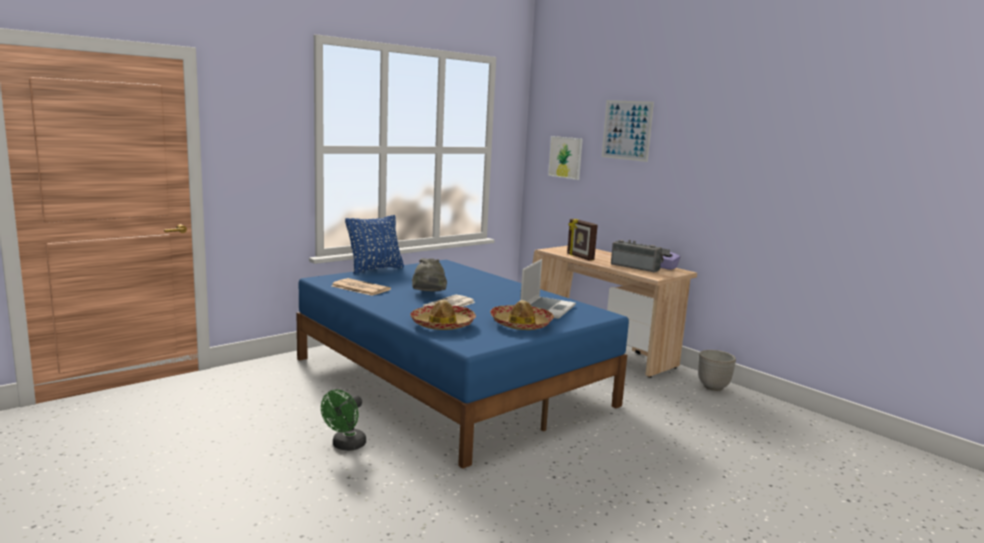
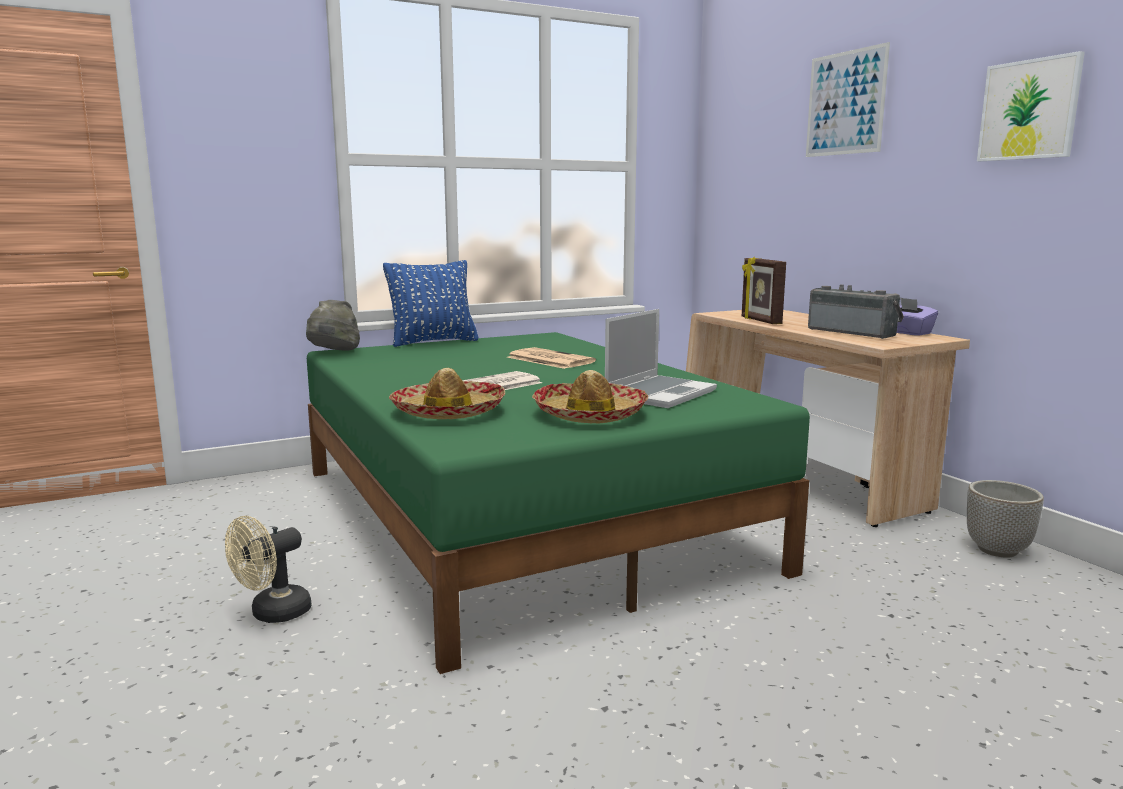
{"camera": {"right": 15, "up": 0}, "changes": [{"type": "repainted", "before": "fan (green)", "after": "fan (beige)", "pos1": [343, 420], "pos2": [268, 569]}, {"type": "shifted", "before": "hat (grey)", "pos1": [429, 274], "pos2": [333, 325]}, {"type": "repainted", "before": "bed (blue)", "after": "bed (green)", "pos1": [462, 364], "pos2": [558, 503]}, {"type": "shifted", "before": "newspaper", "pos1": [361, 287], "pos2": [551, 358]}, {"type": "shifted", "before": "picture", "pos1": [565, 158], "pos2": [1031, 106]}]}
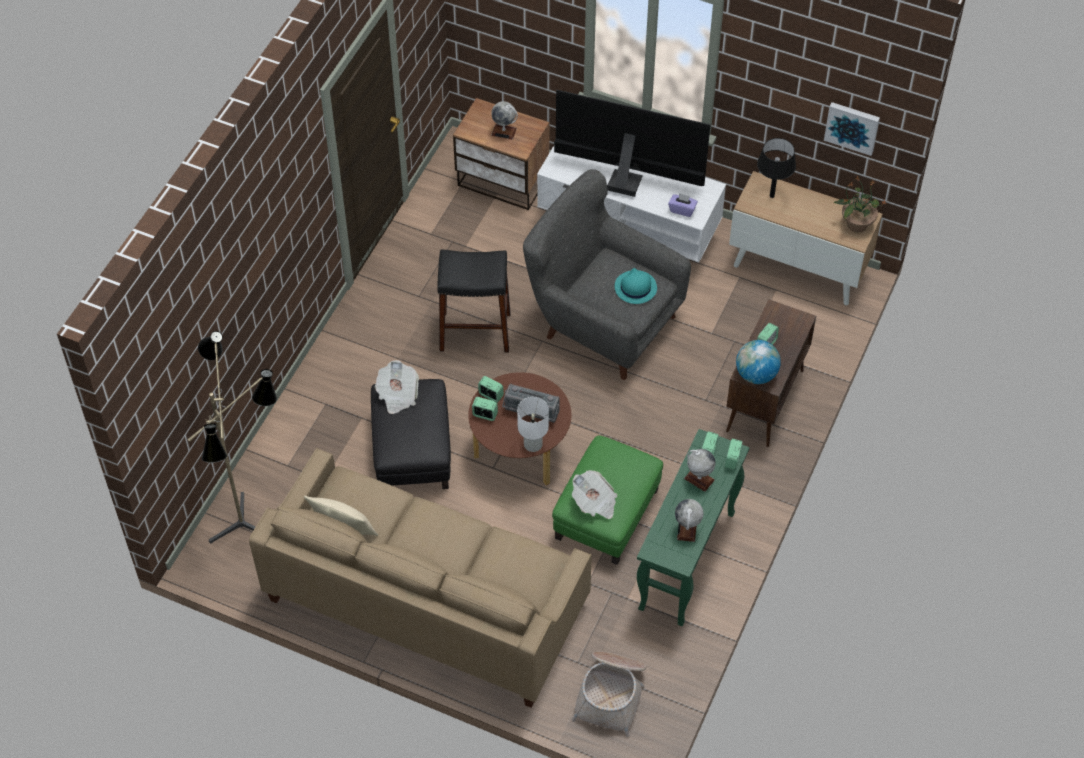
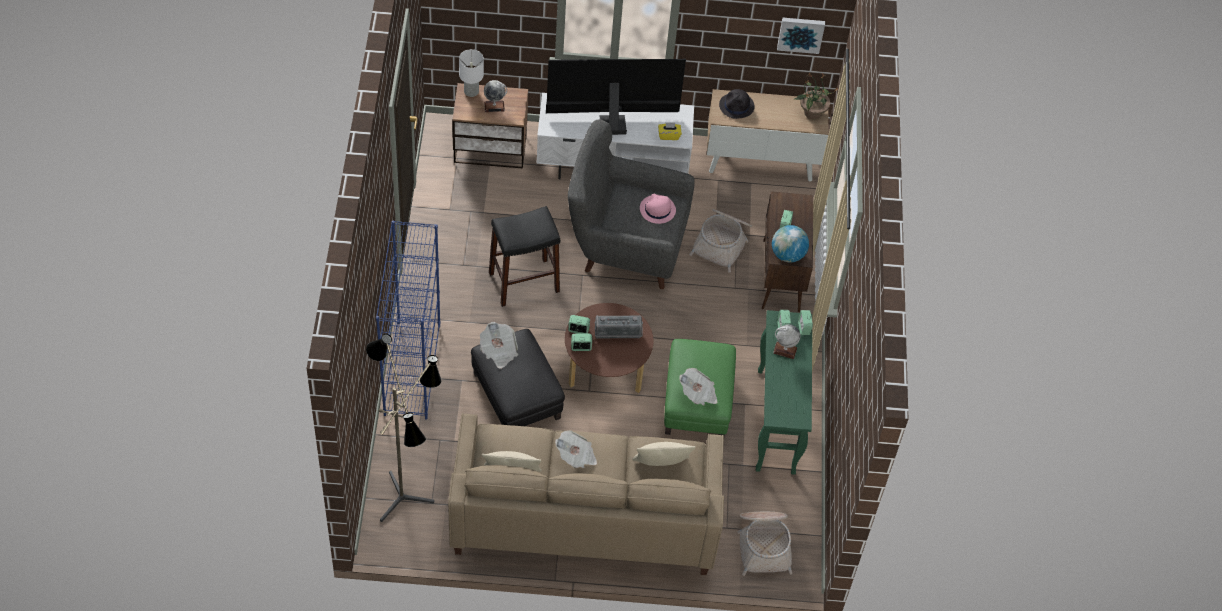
{"camera": {"right": -25, "up": 0}, "changes": [{"type": "new", "after": "bookcase (blue)", "pos2": [408, 320]}, {"type": "shifted", "before": "table lamp (white)", "pos1": [533, 424], "pos2": [471, 73]}, {"type": "new", "after": "newspaper", "pos2": [576, 449]}, {"type": "new", "after": "pillow (beige)", "pos2": [664, 454]}, {"type": "repainted", "before": "hat (turquoise)", "after": "hat (pink)", "pos1": [636, 286], "pos2": [658, 209]}, {"type": "repainted", "before": "tissue box (purple)", "after": "tissue box (yellow)", "pos1": [683, 205], "pos2": [670, 131]}, {"type": "new", "after": "basket", "pos2": [720, 240]}, {"type": "swapped", "before": "table lamp (black)", "after": "hat (black)", "pos1": [776, 168], "pos2": [737, 104]}, {"type": "gone", "before": "globe", "pos1": [689, 520]}]}
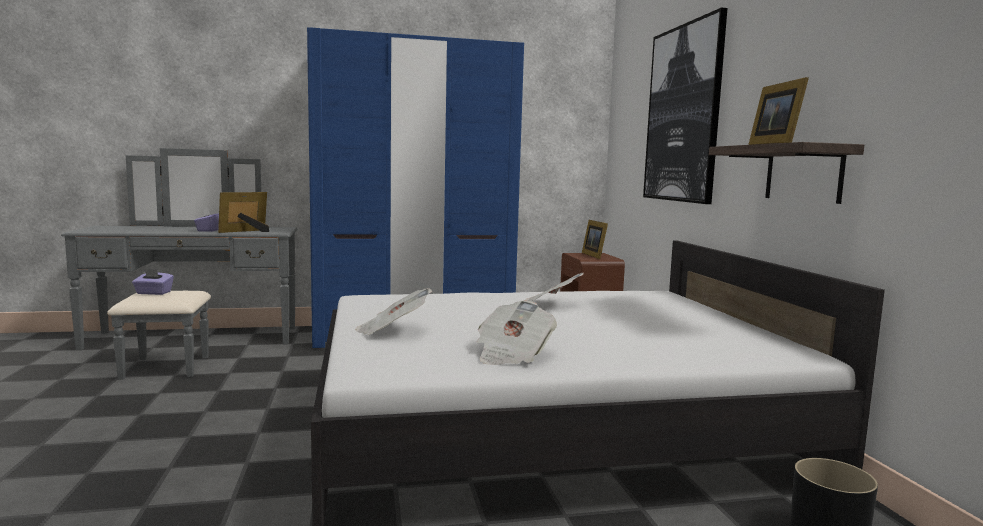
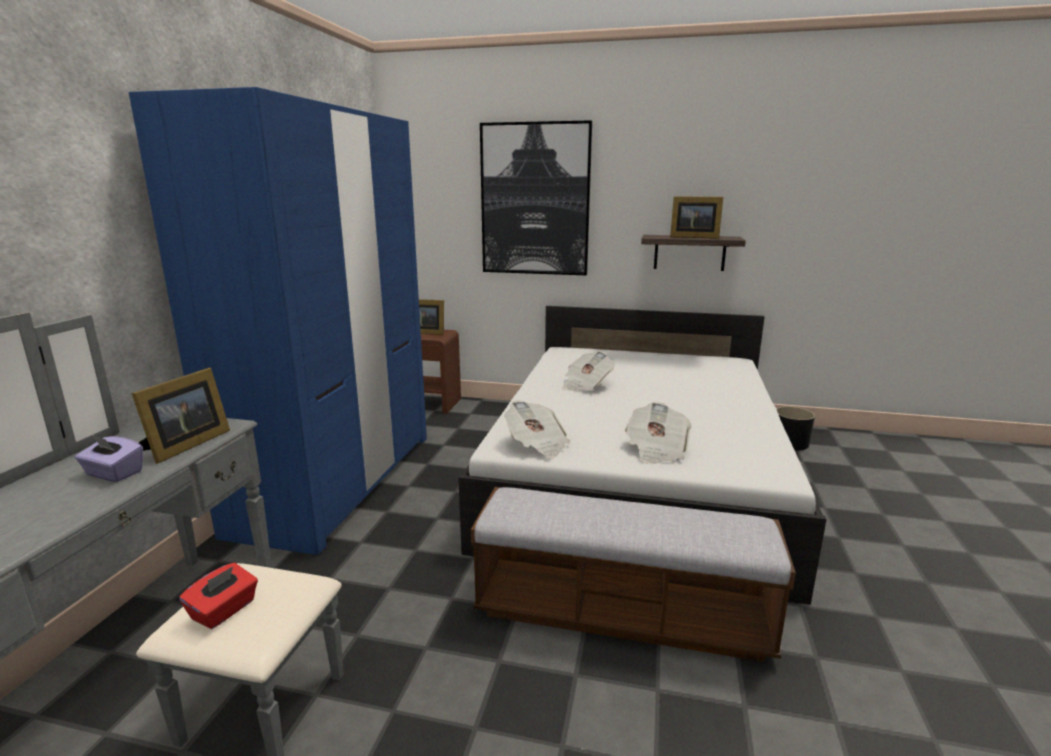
{"camera": {"right": -65, "up": 10}, "changes": [{"type": "rotated", "before": "picture frame", "pos1": [243, 212], "pos2": [180, 416], "turn": -135}, {"type": "repainted", "before": "tissue box (purple)", "after": "tissue box (red)", "pos1": [153, 282], "pos2": [218, 595]}, {"type": "new", "after": "bench", "pos2": [633, 574]}, {"type": "shifted", "before": "newspaper", "pos1": [517, 332], "pos2": [537, 429]}]}
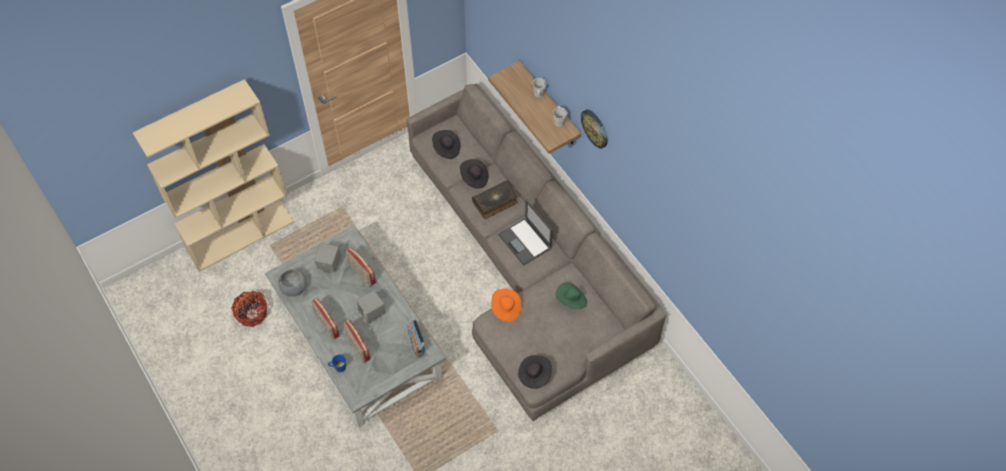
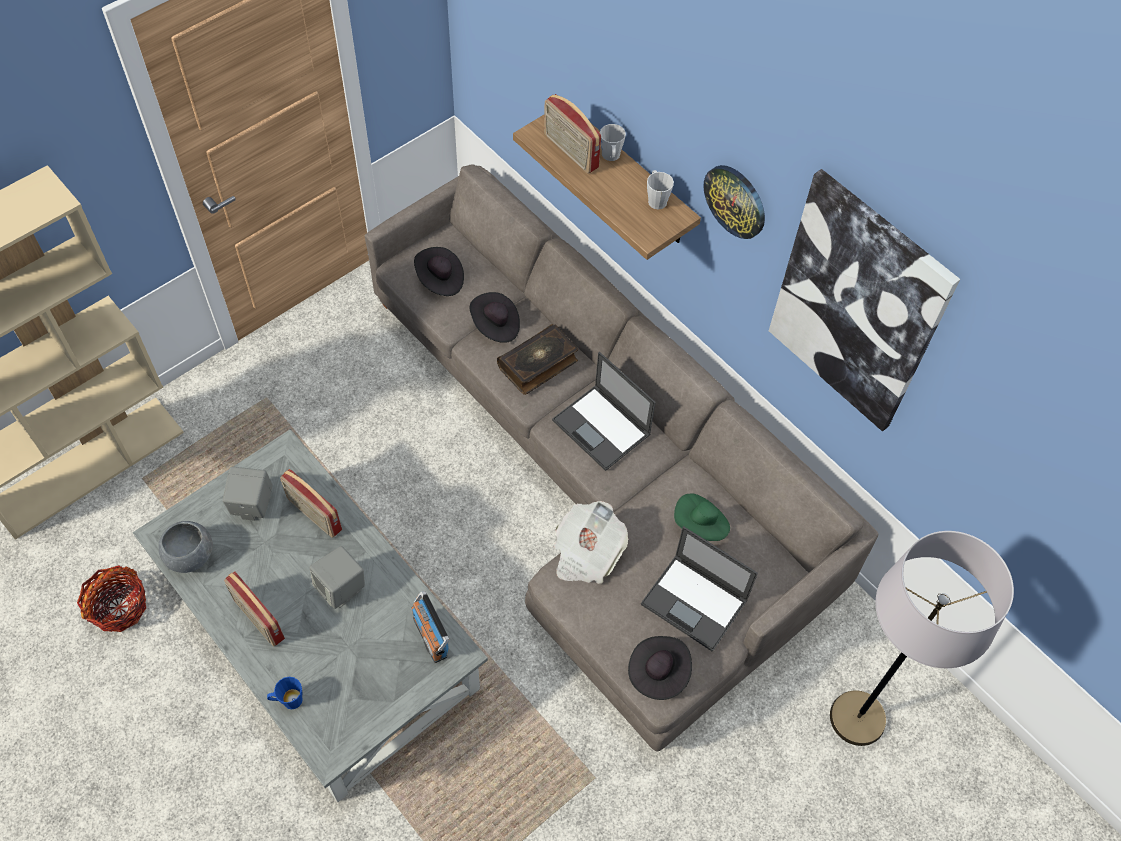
{"camera": {"right": -10, "up": 0}, "changes": [{"type": "shifted", "before": "radio", "pos1": [357, 340], "pos2": [572, 133]}, {"type": "swapped", "before": "hat (orange)", "after": "newspaper", "pos1": [506, 305], "pos2": [591, 542]}, {"type": "new", "after": "laptop", "pos2": [699, 588]}, {"type": "new", "after": "picture", "pos2": [864, 300]}, {"type": "new", "after": "floor lamp (grey)", "pos2": [922, 638]}]}
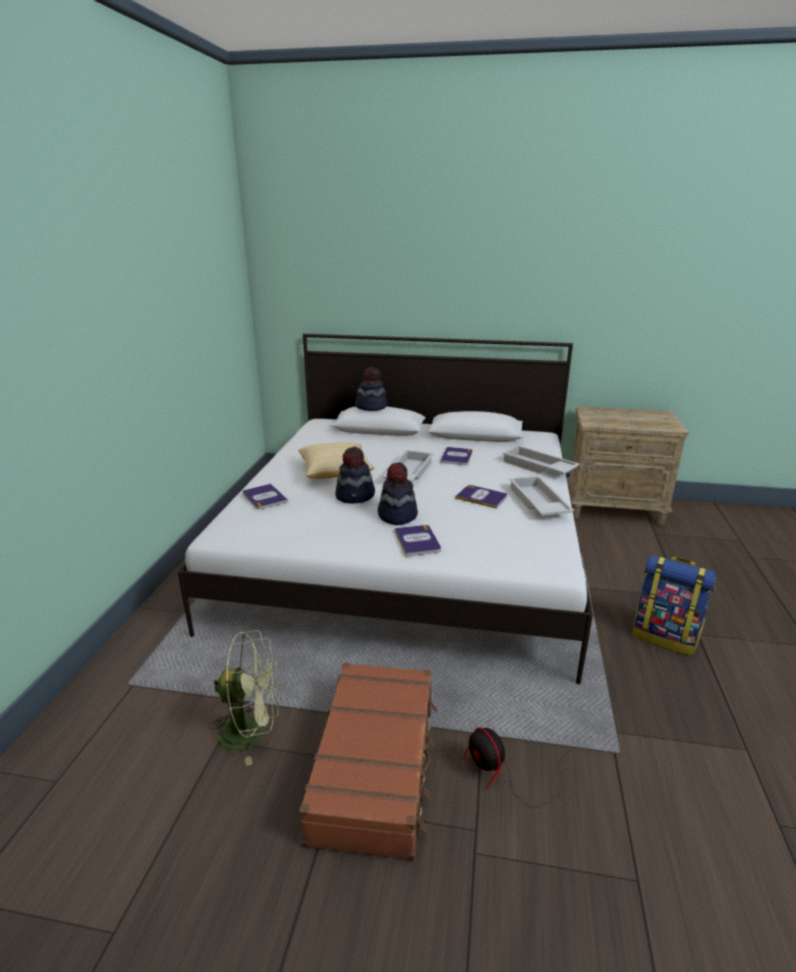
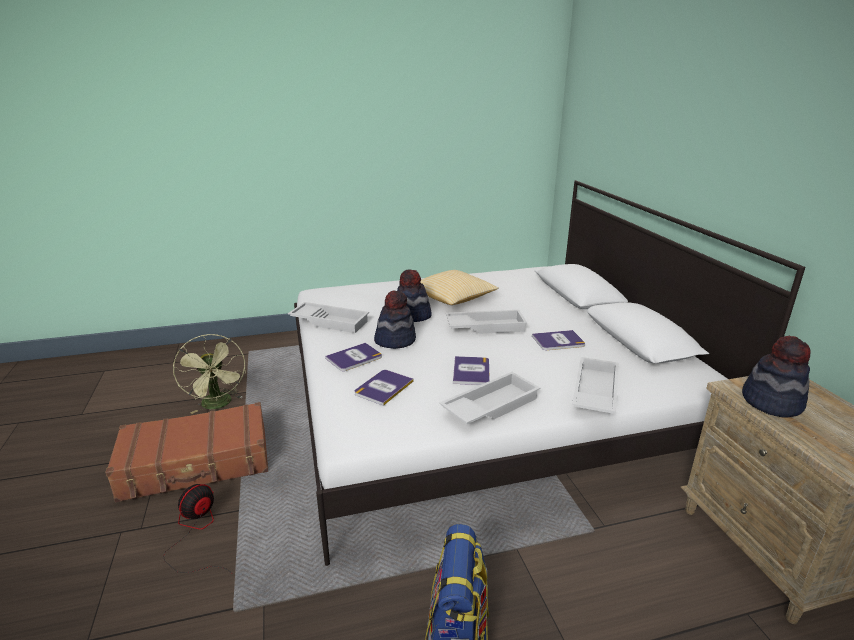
{"camera": {"right": 65, "up": 0}, "changes": [{"type": "new", "after": "tray (white)", "pos2": [328, 317]}, {"type": "shifted", "before": "book", "pos1": [265, 496], "pos2": [384, 388]}, {"type": "shifted", "before": "hat", "pos1": [371, 389], "pos2": [776, 376]}]}
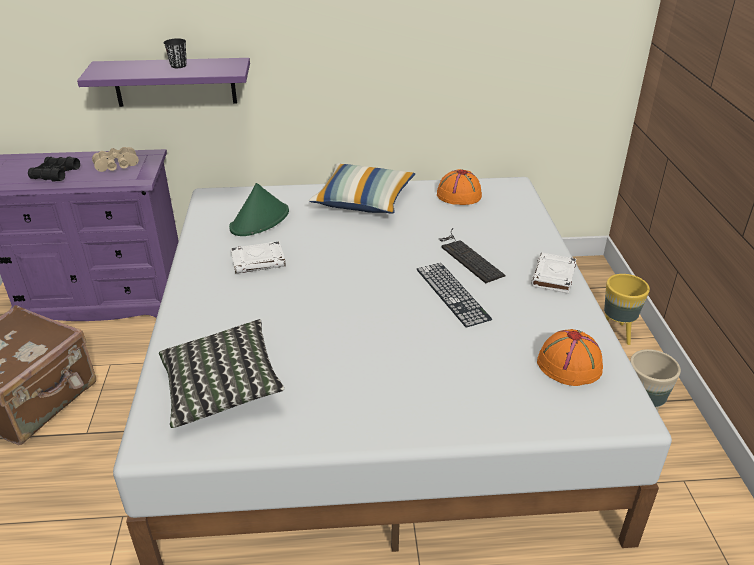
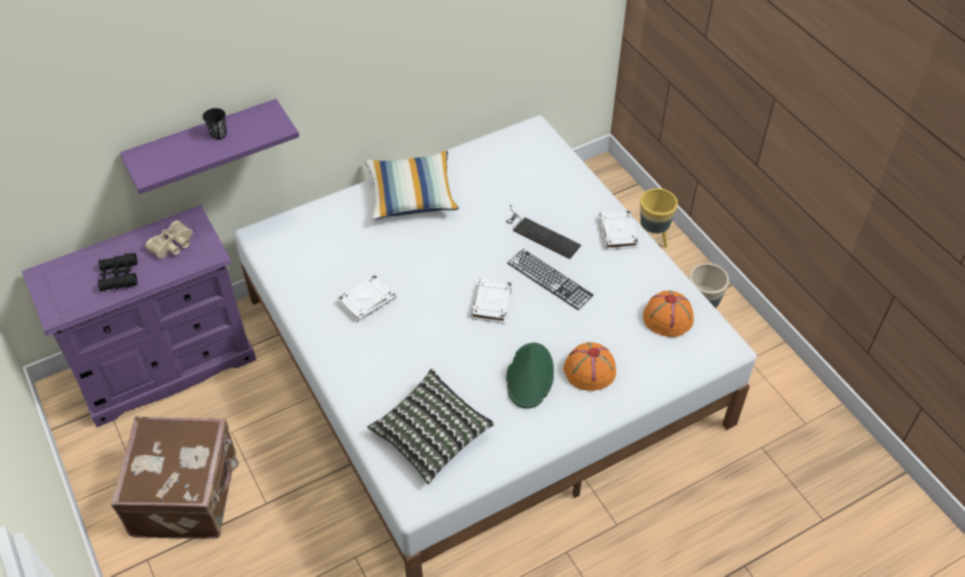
{"camera": {"right": -25, "up": 15}, "changes": [{"type": "new", "after": "book (white)", "pos2": [491, 301]}, {"type": "shifted", "before": "hat (green)", "pos1": [259, 209], "pos2": [530, 375]}, {"type": "shifted", "before": "hat (orange)", "pos1": [459, 187], "pos2": [589, 366]}]}
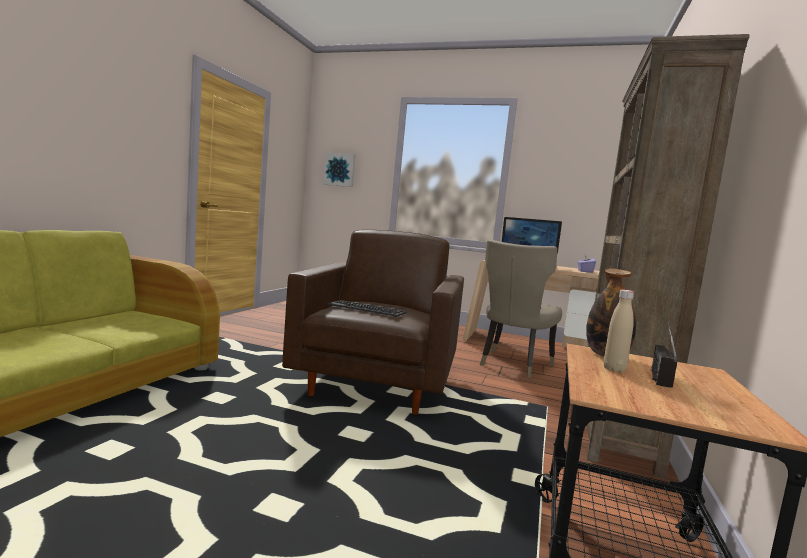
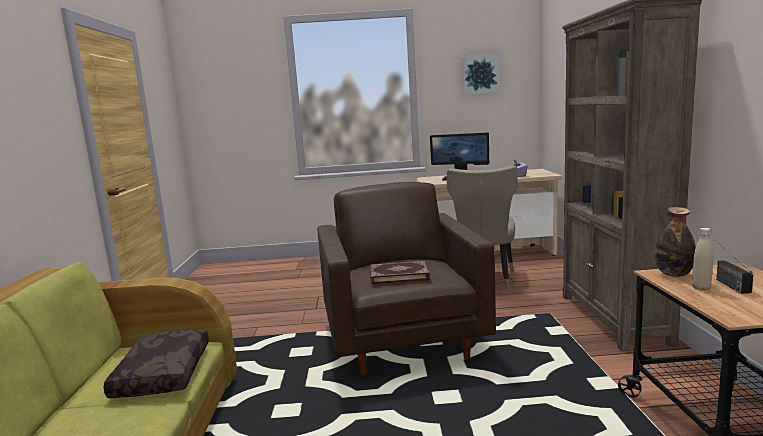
{"camera": {"right": -20, "up": 5}, "changes": [{"type": "new", "after": "pillow (brown)", "pos2": [156, 363]}, {"type": "swapped", "before": "keyboard", "after": "book", "pos1": [367, 308], "pos2": [400, 272]}, {"type": "shifted", "before": "picture", "pos1": [339, 170], "pos2": [481, 74]}]}
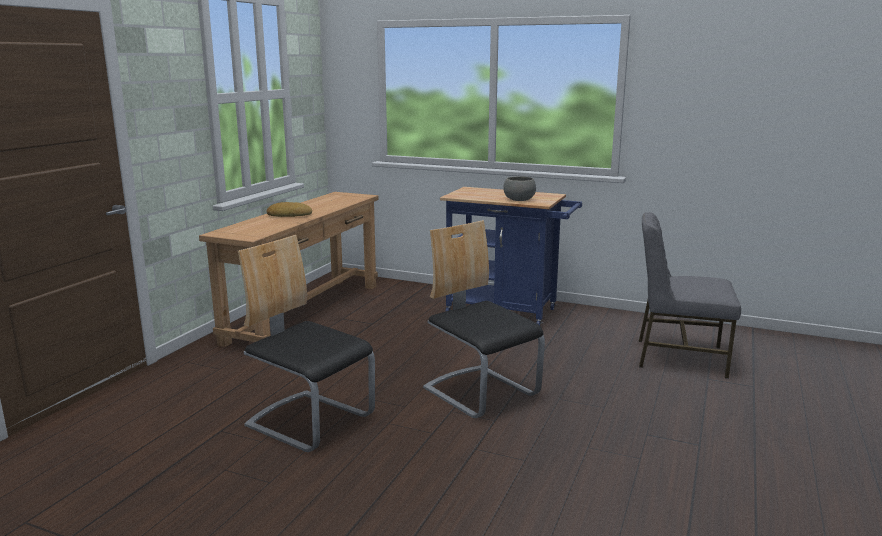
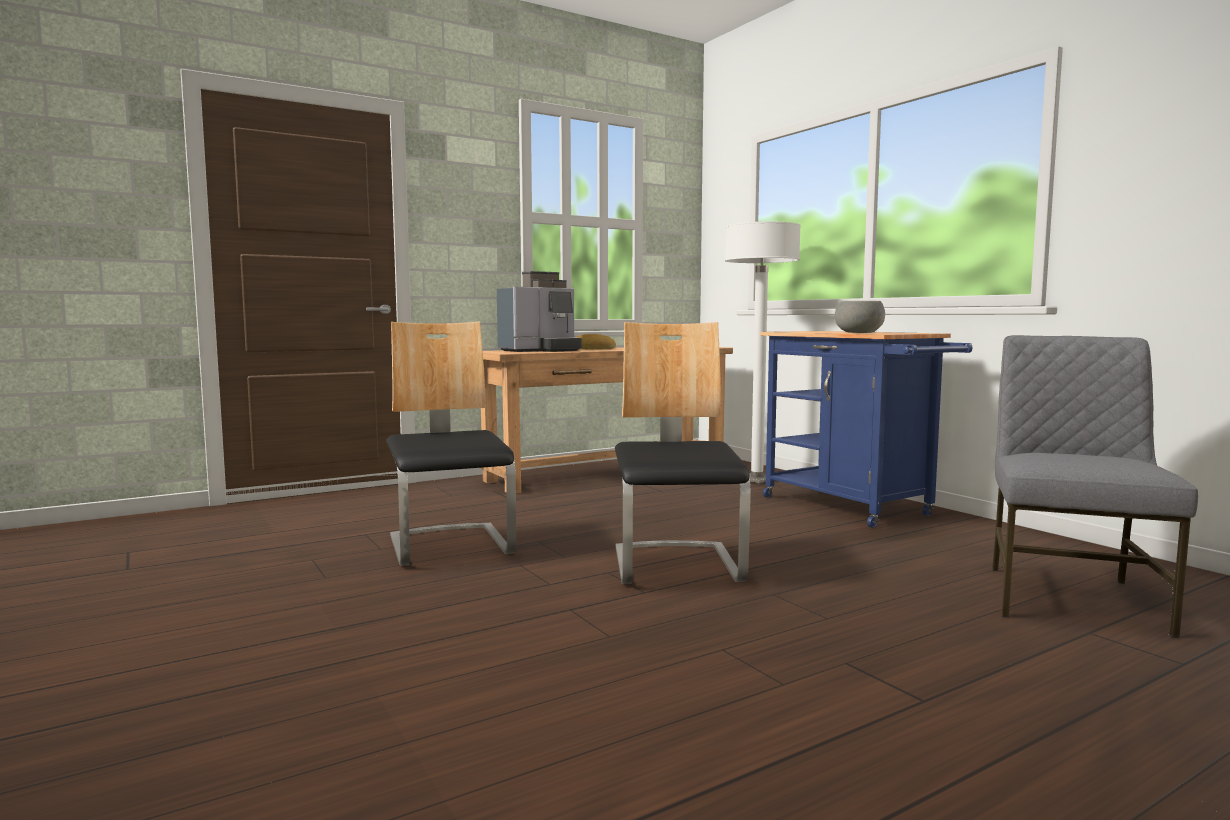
{"camera": {"right": 35, "up": -10}, "changes": [{"type": "new", "after": "coffee machine", "pos2": [539, 311]}, {"type": "new", "after": "floor lamp (white)", "pos2": [763, 353]}, {"type": "rotated", "before": "chair (grey)", "pos1": [690, 295], "pos2": [1095, 486], "turn": 60}]}
